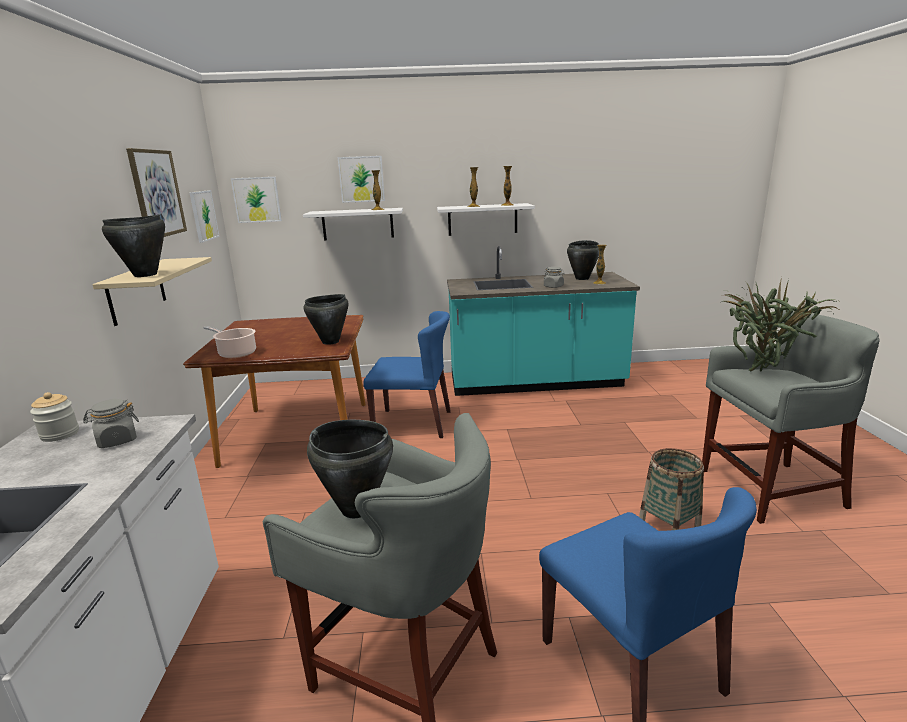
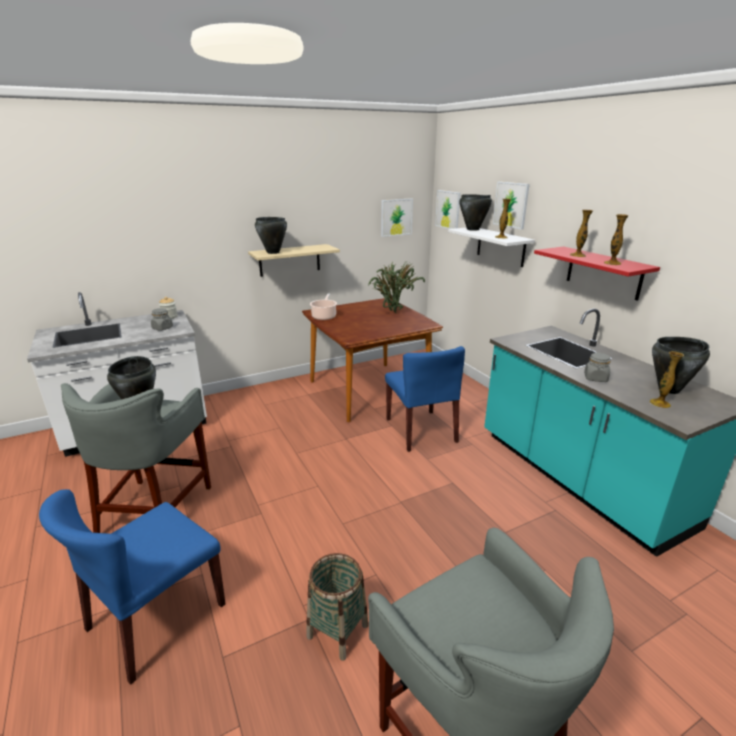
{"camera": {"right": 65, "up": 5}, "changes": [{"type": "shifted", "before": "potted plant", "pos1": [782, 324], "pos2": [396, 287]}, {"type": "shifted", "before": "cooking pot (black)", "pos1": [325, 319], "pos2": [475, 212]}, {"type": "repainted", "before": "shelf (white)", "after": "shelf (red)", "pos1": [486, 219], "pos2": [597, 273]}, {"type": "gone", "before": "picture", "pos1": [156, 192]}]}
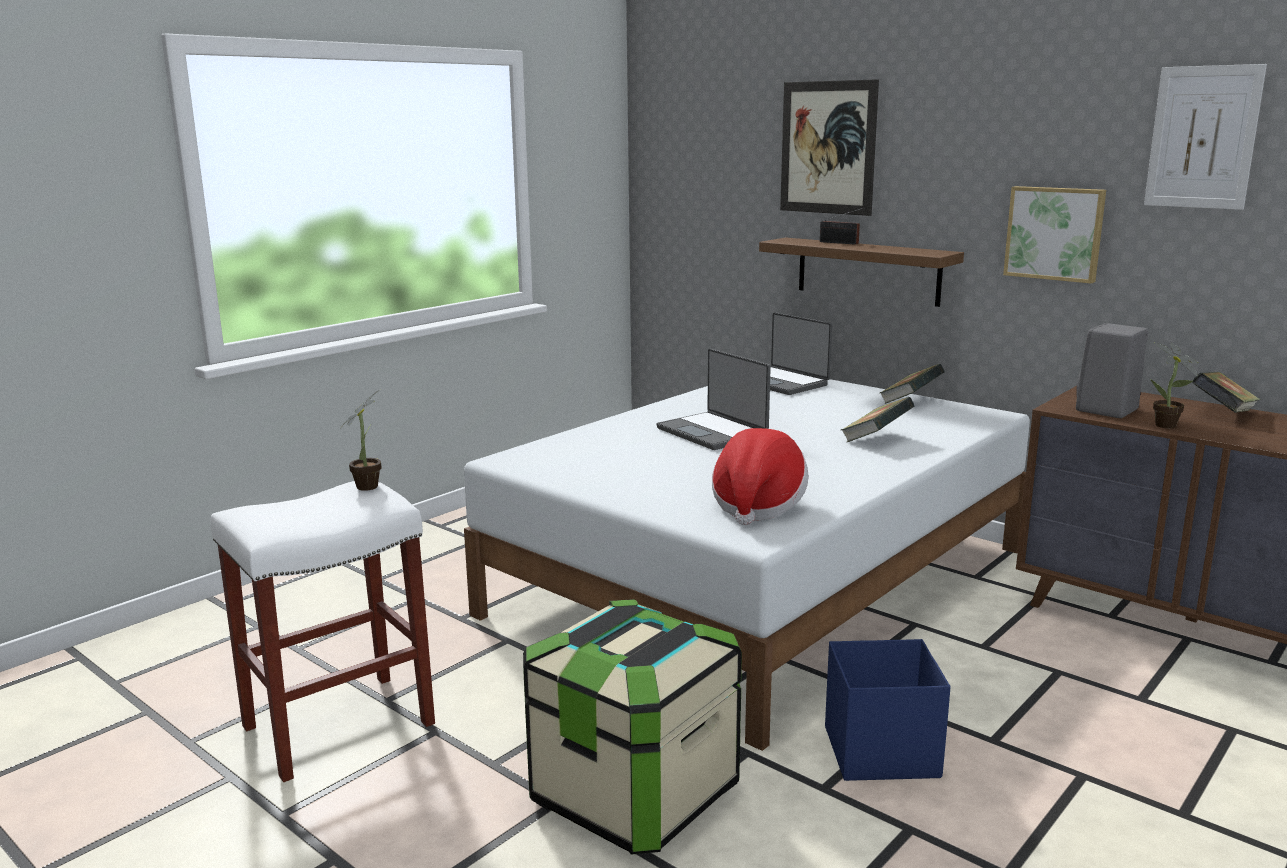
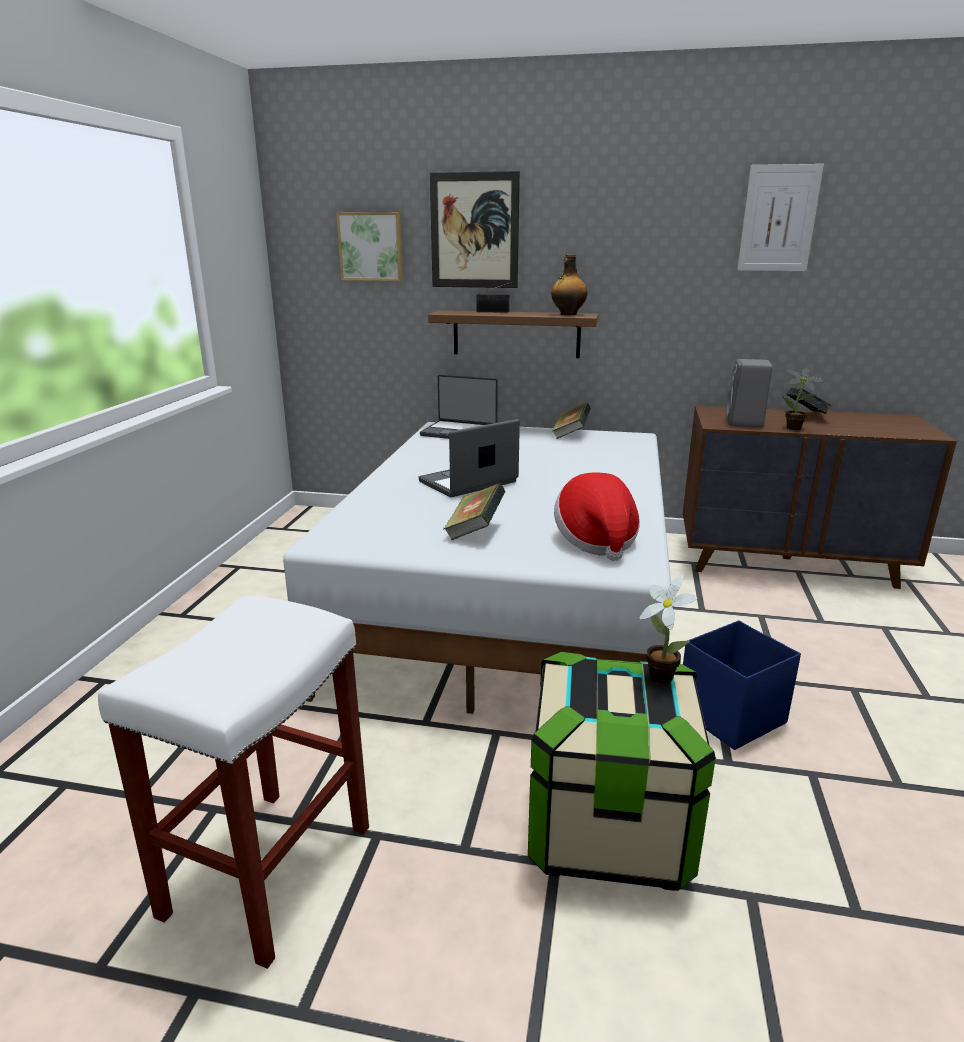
{"camera": {"right": -30, "up": 5}, "changes": [{"type": "shifted", "before": "picture", "pos1": [1054, 234], "pos2": [369, 246]}, {"type": "rotated", "before": "laptop", "pos1": [713, 399], "pos2": [469, 458], "turn": 120}, {"type": "shifted", "before": "book", "pos1": [878, 419], "pos2": [474, 511]}, {"type": "new", "after": "bottle", "pos2": [569, 284]}, {"type": "shifted", "before": "potted plant", "pos1": [360, 440], "pos2": [668, 629]}]}
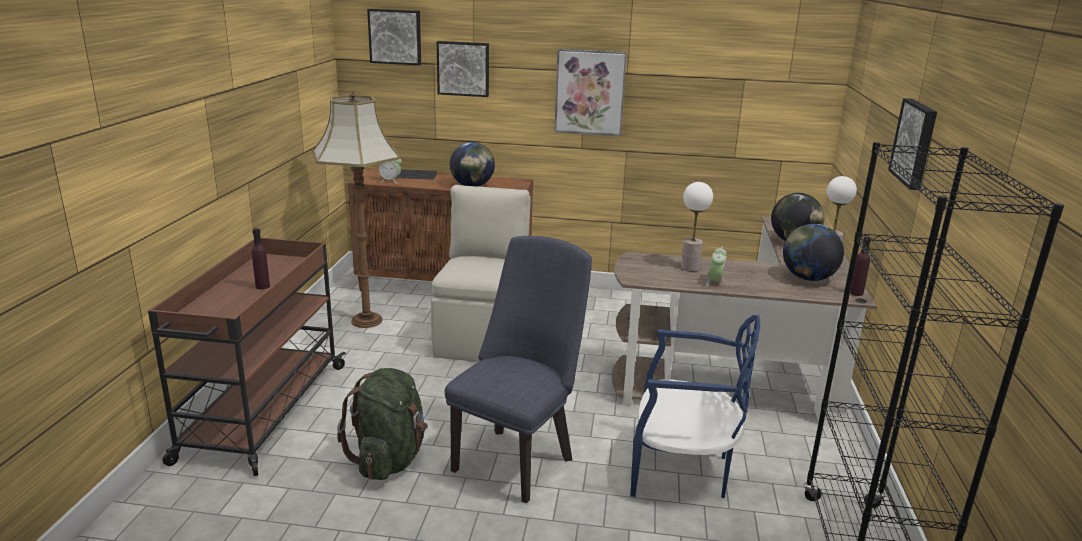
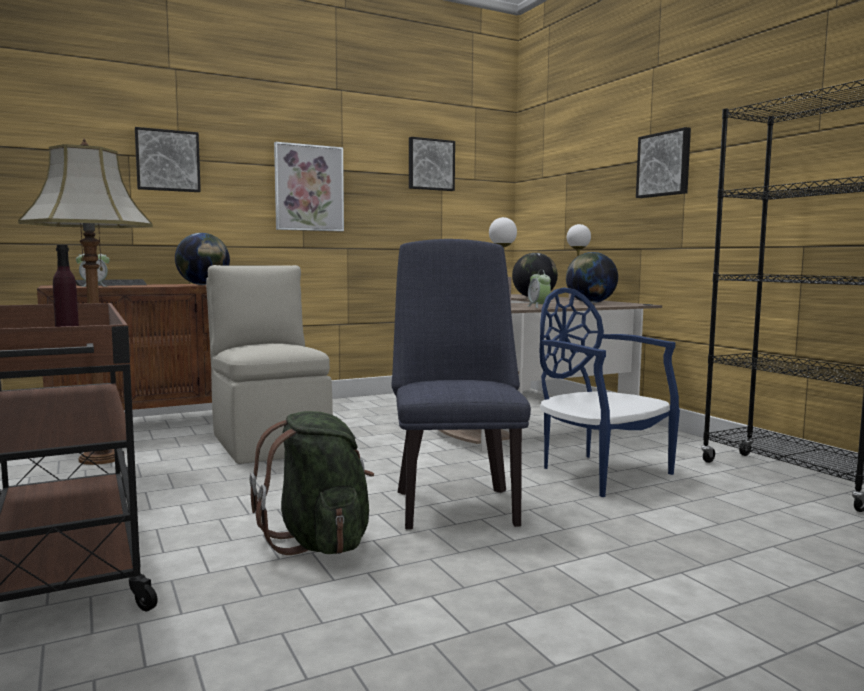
{"camera": {"right": -35, "up": -15}, "changes": [{"type": "shifted", "before": "picture", "pos1": [394, 37], "pos2": [432, 164]}, {"type": "rotated", "before": "chair (blue)", "pos1": [695, 406], "pos2": [609, 392], "turn": -105}, {"type": "gone", "before": "bottle (purple)", "pos1": [860, 266]}]}
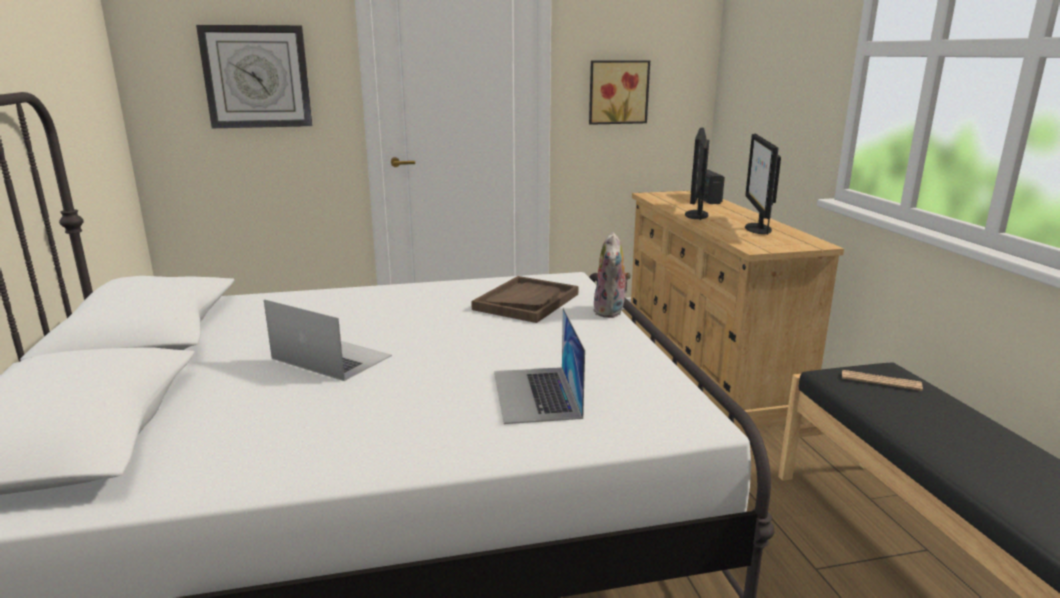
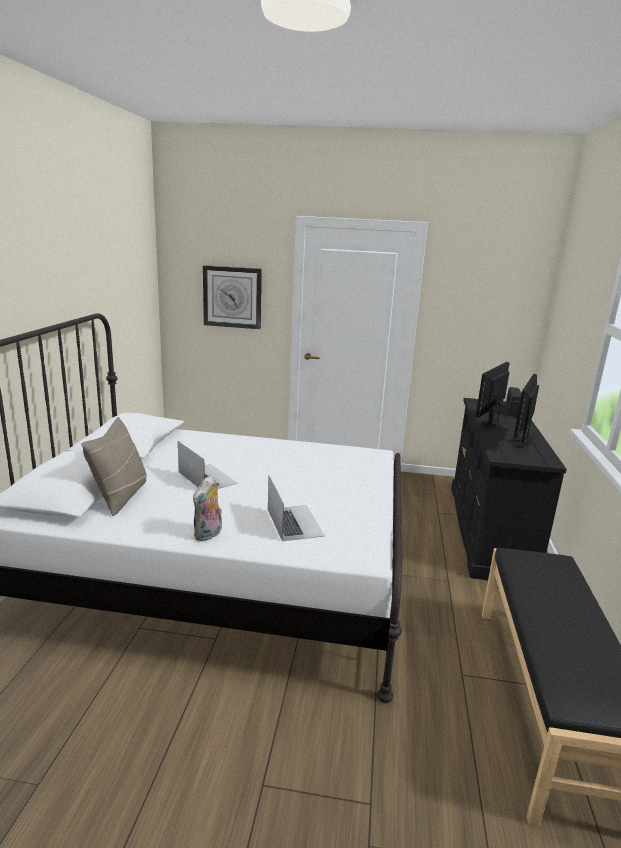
{"camera": {"right": 20, "up": 0}, "changes": [{"type": "new", "after": "pillow (beige)", "pos2": [114, 466]}, {"type": "shifted", "before": "plush toy", "pos1": [612, 275], "pos2": [207, 508]}, {"type": "rotated", "before": "laptop", "pos1": [539, 366], "pos2": [296, 508], "turn": 150}, {"type": "repainted", "before": "dresser (beige)", "after": "dresser (black)", "pos1": [735, 310], "pos2": [509, 489]}, {"type": "gone", "before": "tray (brown)", "pos1": [525, 299]}, {"type": "gone", "before": "picture", "pos1": [619, 92]}, {"type": "gone", "before": "newspaper", "pos1": [882, 380]}]}
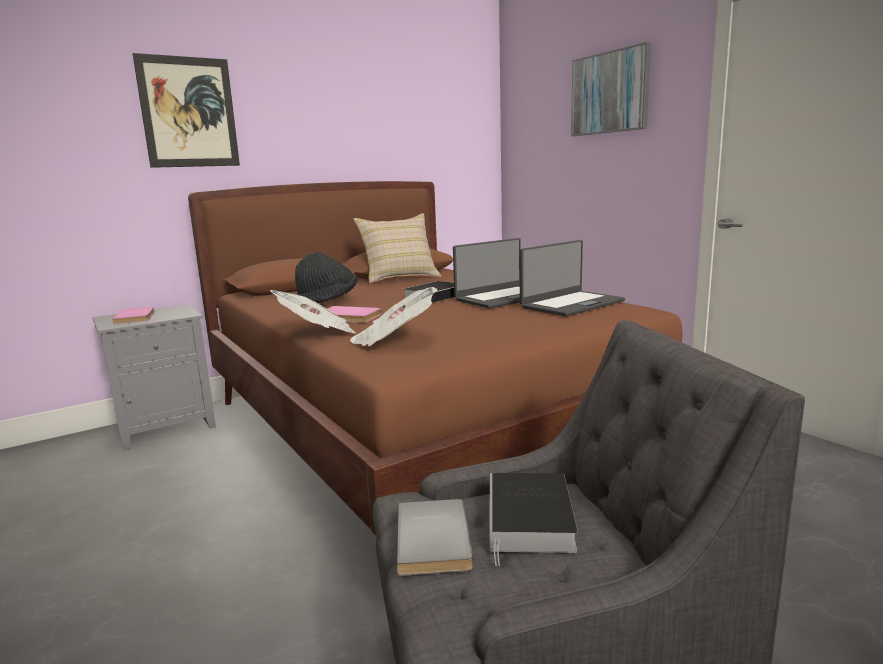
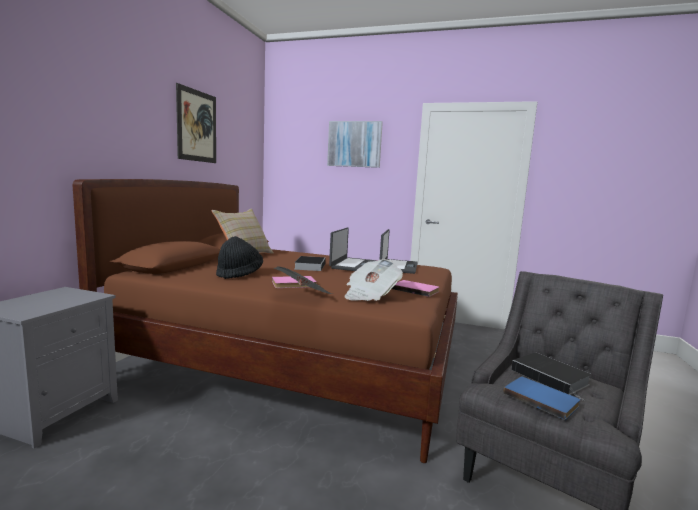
{"camera": {"right": -40, "up": -5}, "changes": [{"type": "shifted", "before": "picture", "pos1": [186, 110], "pos2": [196, 123]}, {"type": "shifted", "before": "book (pink)", "pos1": [133, 315], "pos2": [415, 288]}, {"type": "repainted", "before": "book (grey)", "after": "book (blue)", "pos1": [435, 537], "pos2": [541, 398]}]}
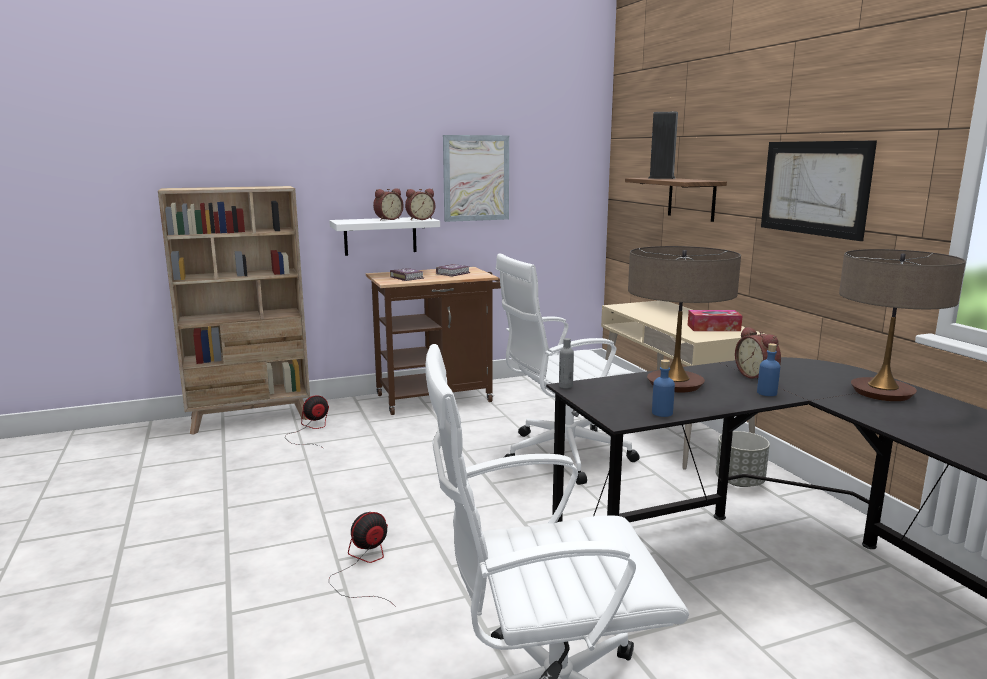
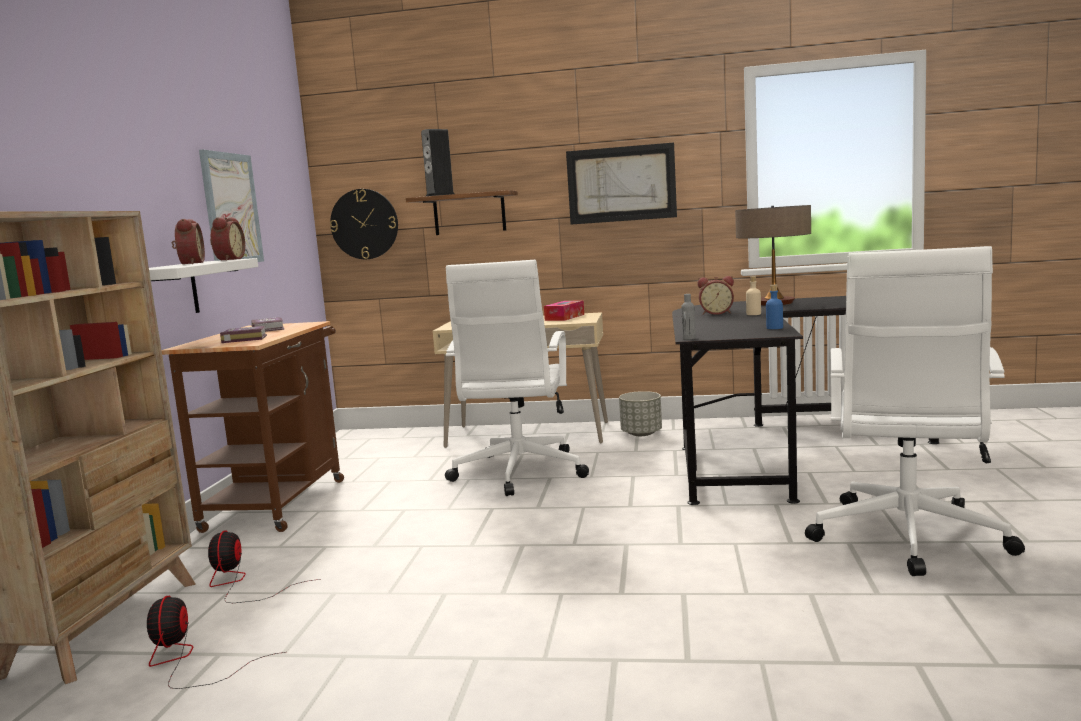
{"camera": {"right": -60, "up": -5}, "changes": [{"type": "shifted", "before": "fan", "pos1": [362, 559], "pos2": [216, 642]}, {"type": "new", "after": "wall clock", "pos2": [364, 224]}, {"type": "repainted", "before": "bottle (blue)", "after": "bottle (beige)", "pos1": [768, 369], "pos2": [753, 295]}, {"type": "gone", "before": "table lamp", "pos1": [684, 319]}]}
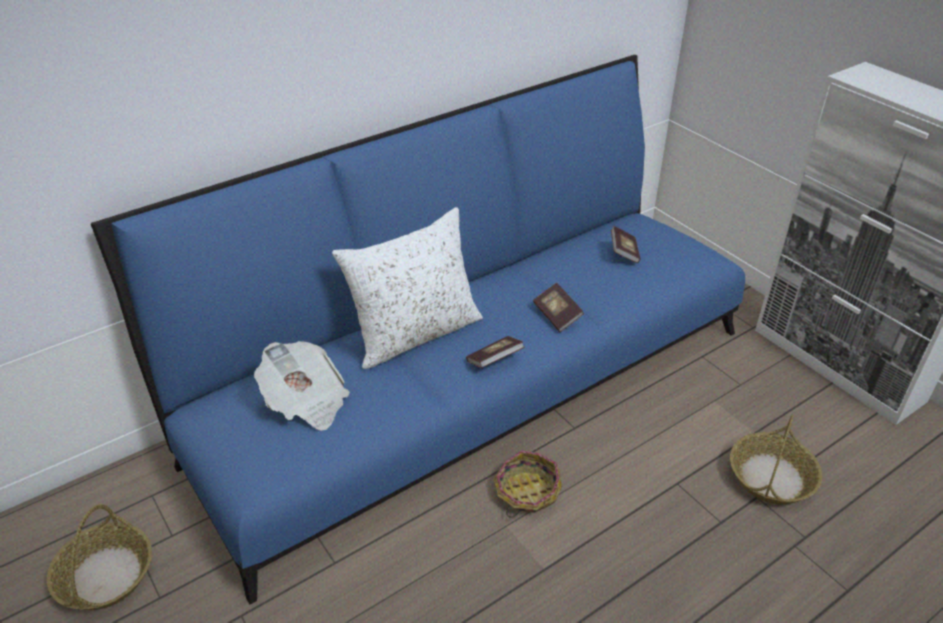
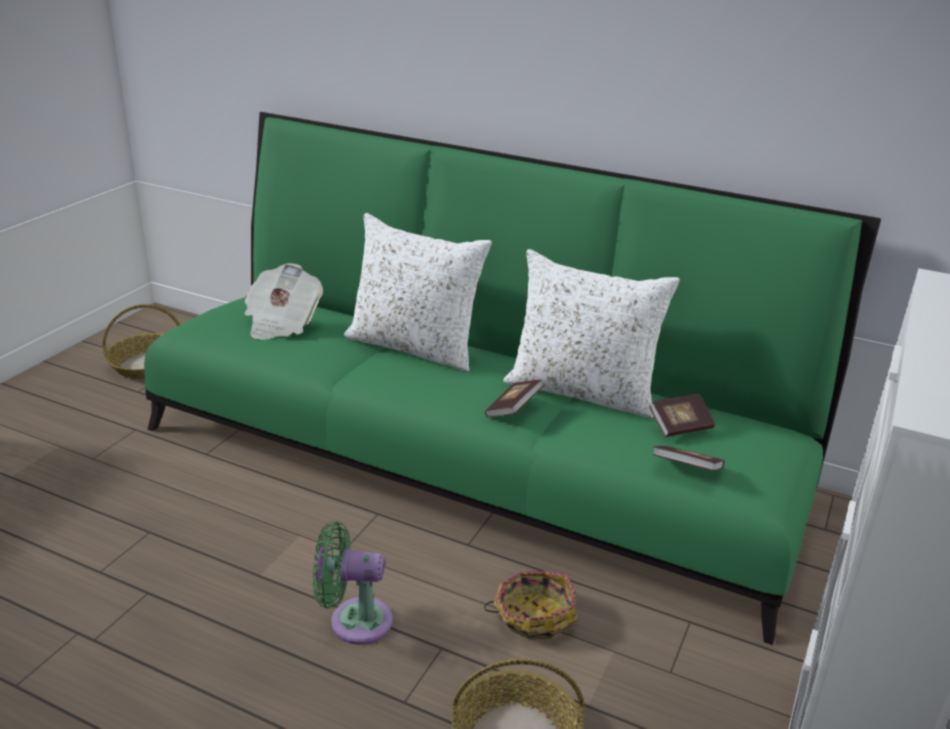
{"camera": {"right": 60, "up": -10}, "changes": [{"type": "repainted", "before": "sofa (blue)", "after": "sofa (green)", "pos1": [418, 330], "pos2": [512, 378]}, {"type": "new", "after": "fan (green)", "pos2": [353, 583]}, {"type": "shifted", "before": "basket", "pos1": [528, 484], "pos2": [530, 605]}, {"type": "new", "after": "pillow (white)", "pos2": [591, 333]}, {"type": "shifted", "before": "book", "pos1": [495, 352], "pos2": [688, 458]}]}
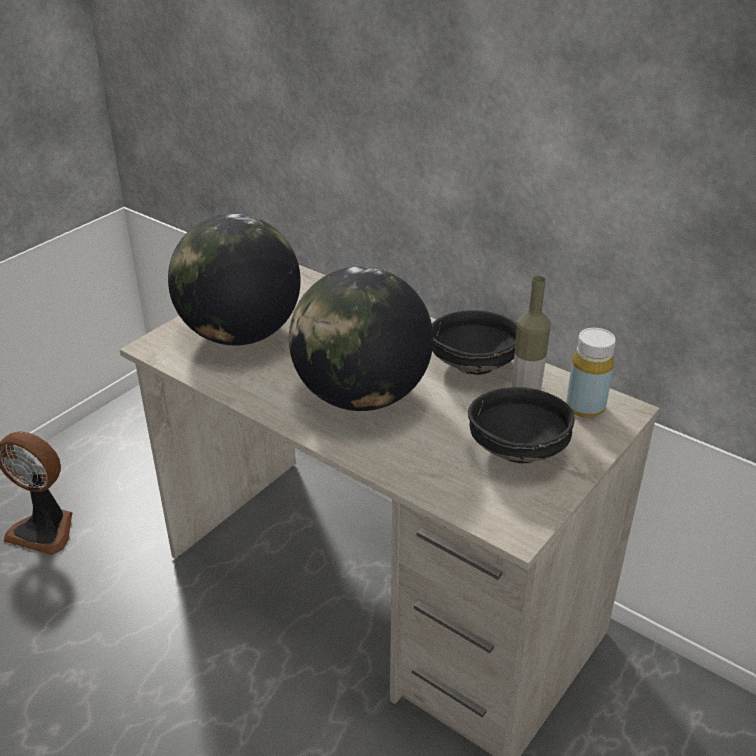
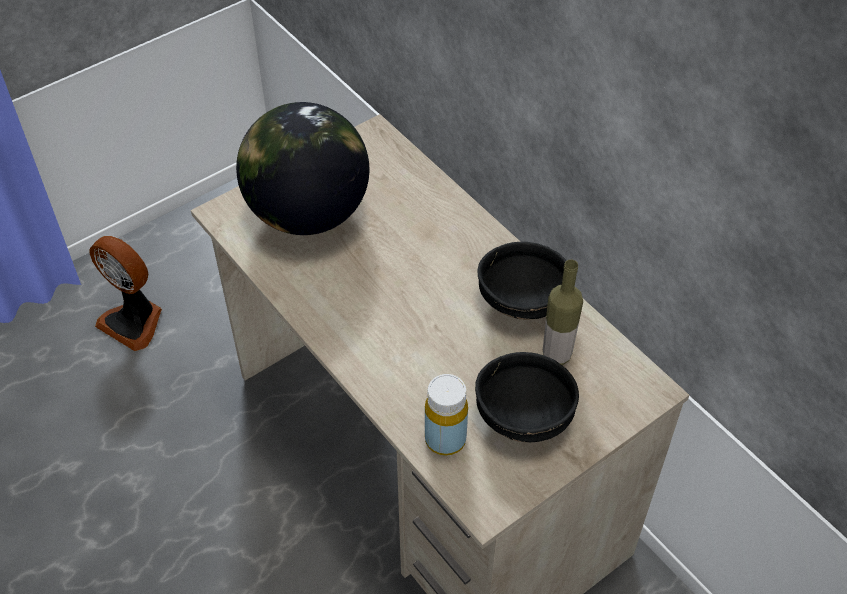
{"camera": {"right": 15, "up": 15}, "changes": [{"type": "shifted", "before": "bottle (yellow)", "pos1": [591, 373], "pos2": [446, 415]}, {"type": "gone", "before": "globe", "pos1": [361, 338]}]}
